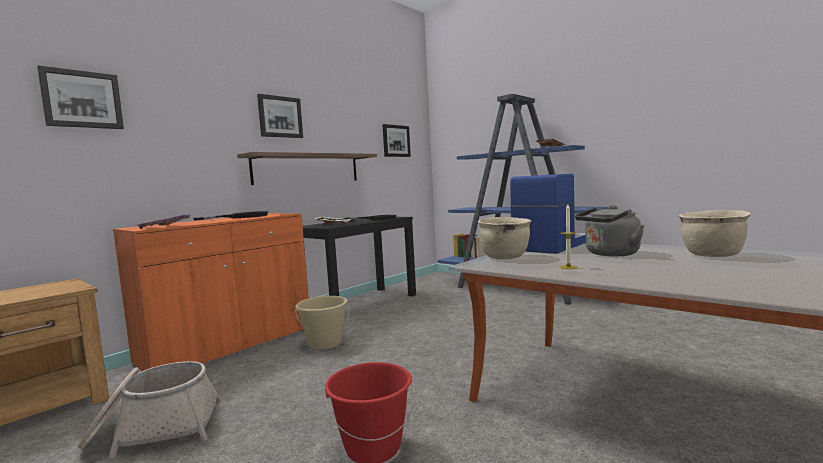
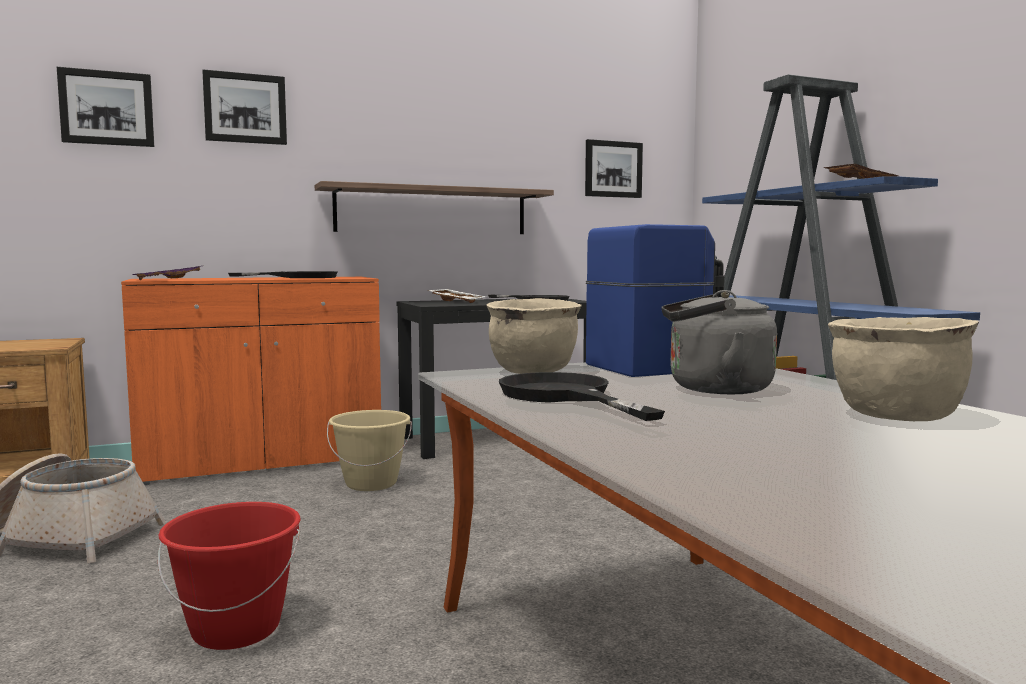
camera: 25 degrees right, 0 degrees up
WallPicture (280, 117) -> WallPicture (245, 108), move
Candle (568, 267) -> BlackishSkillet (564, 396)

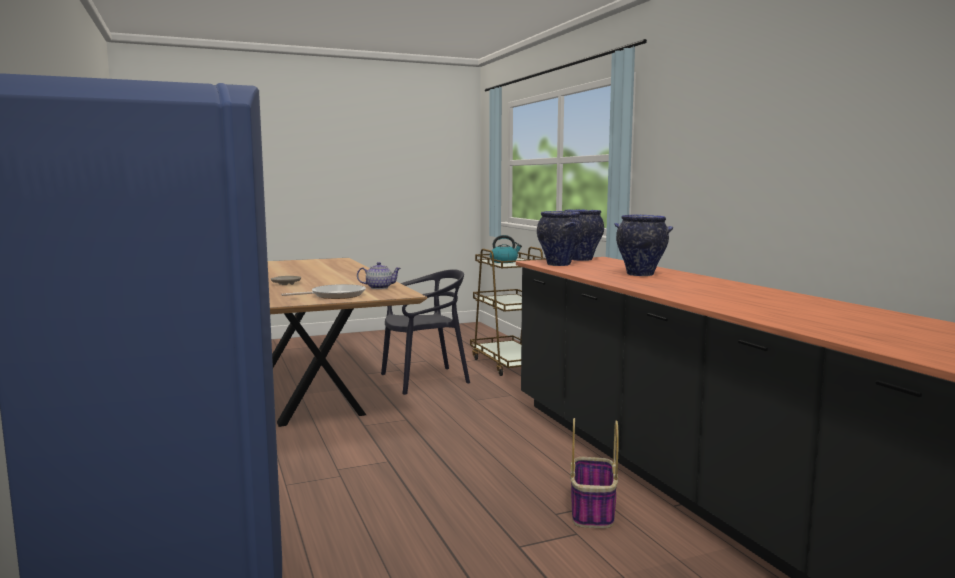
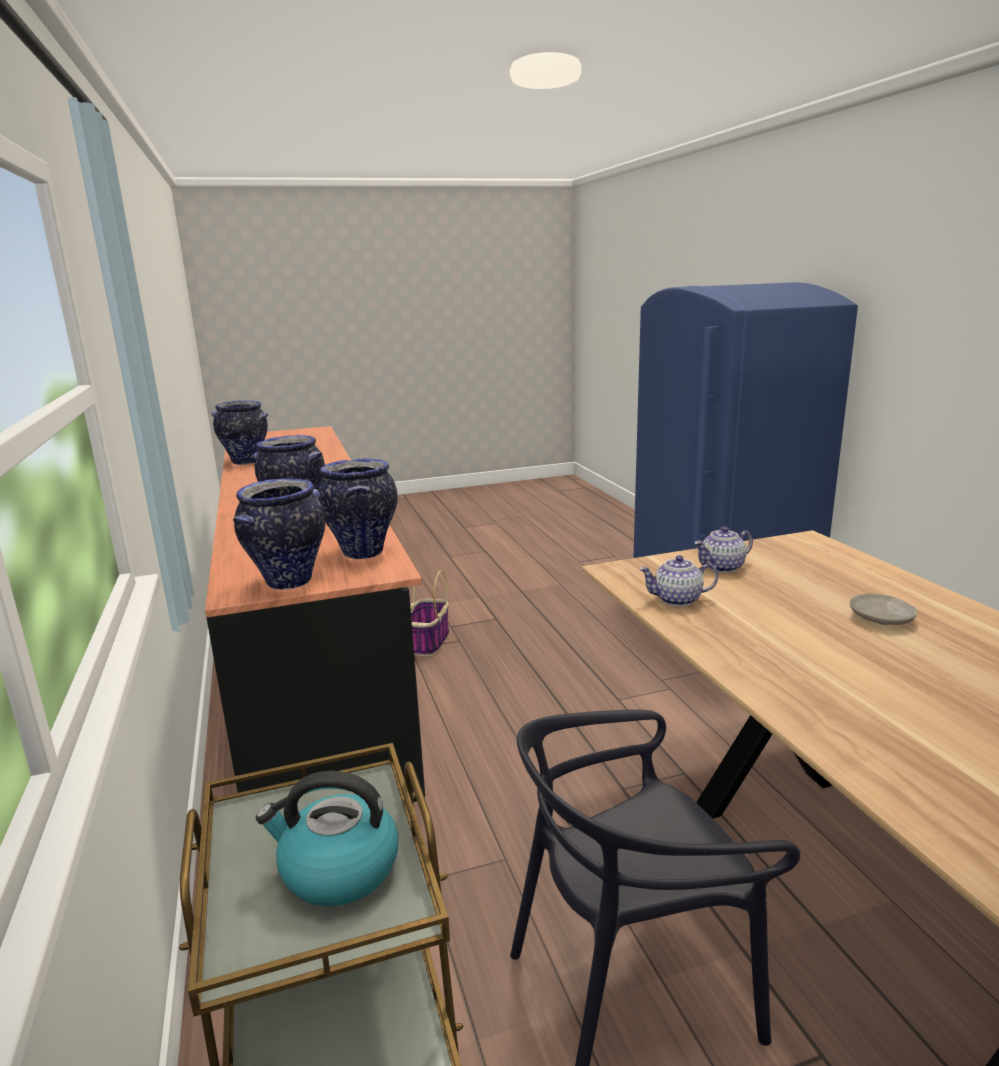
camera: 175 degrees left, 10 degrees up
none -> DecorativeVase (246, 462)
Skillet (335, 295) -> PotForTea (722, 567)

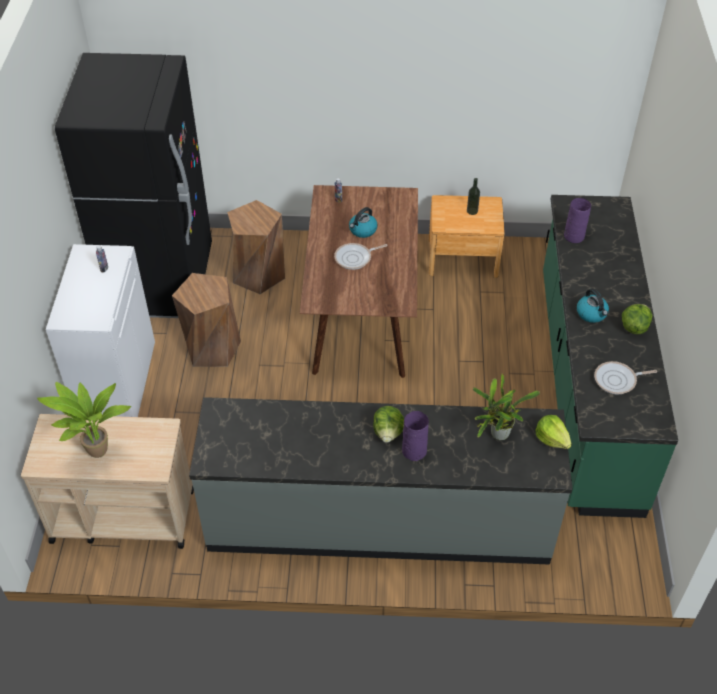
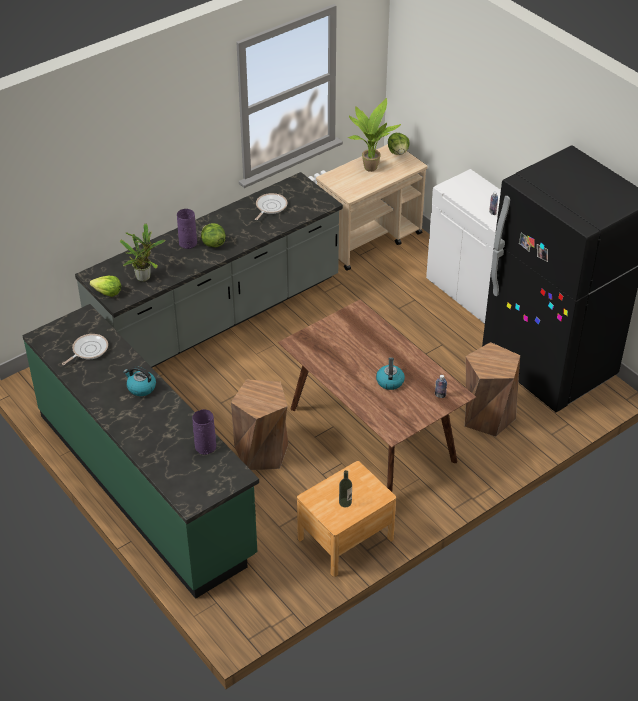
camera: 140 degrees right, 5 degrees down
BrownColouredSittingStool (212, 348) -> BrownColouredSittingStool (262, 452), move
Skillet (355, 258) -> Skillet (270, 207), move
Lettuce (634, 327) -> Lettuce (398, 152), move

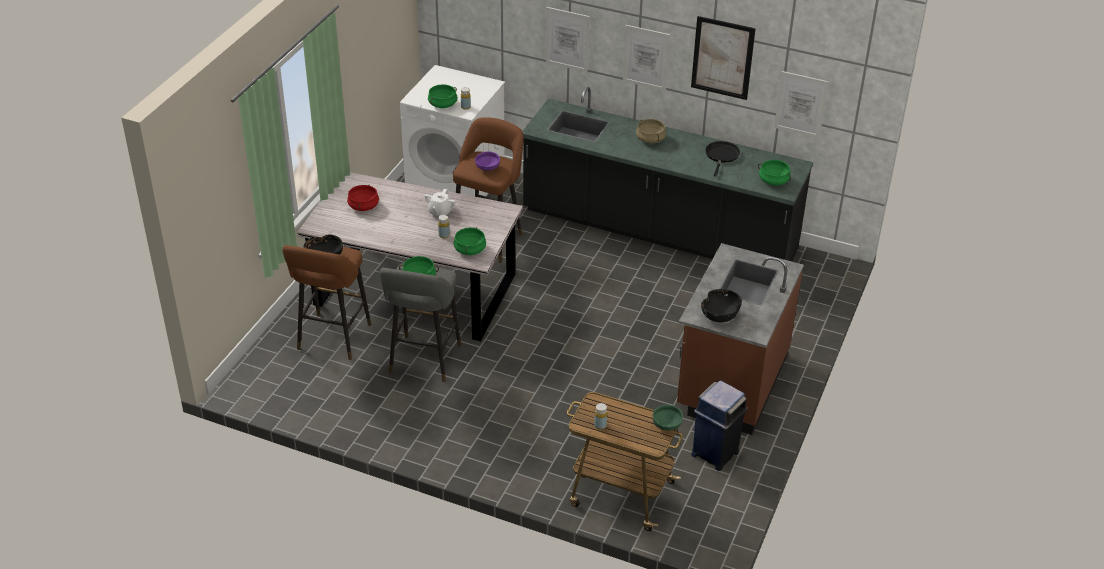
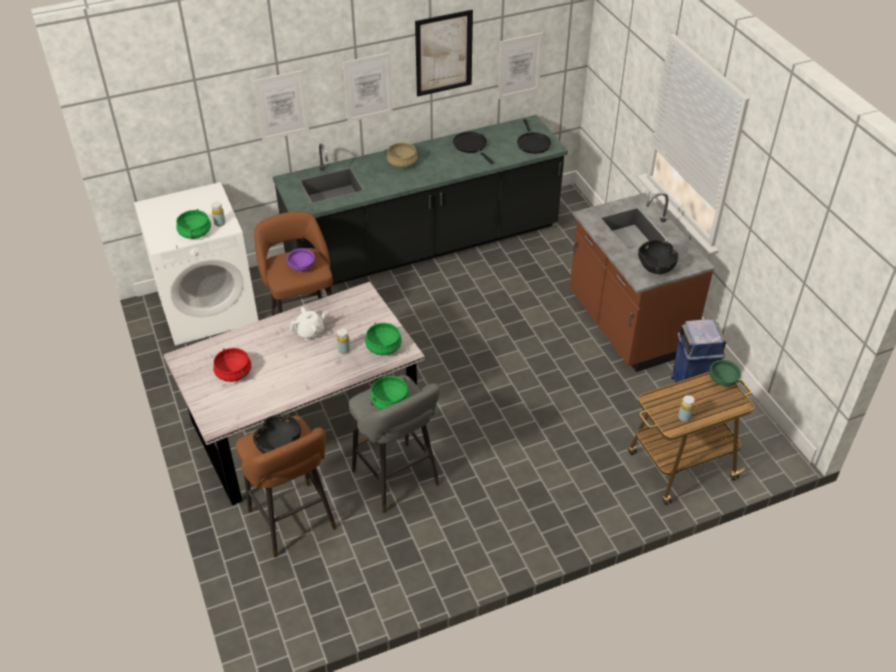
camera: 45 degrees left, 5 degrees up
GreenishSaucepot (773, 181) -> BlackishSkillet (533, 143)
WhitePotForTea (440, 212) -> WhitePotForTea (310, 332), 90 degrees counterclockwise

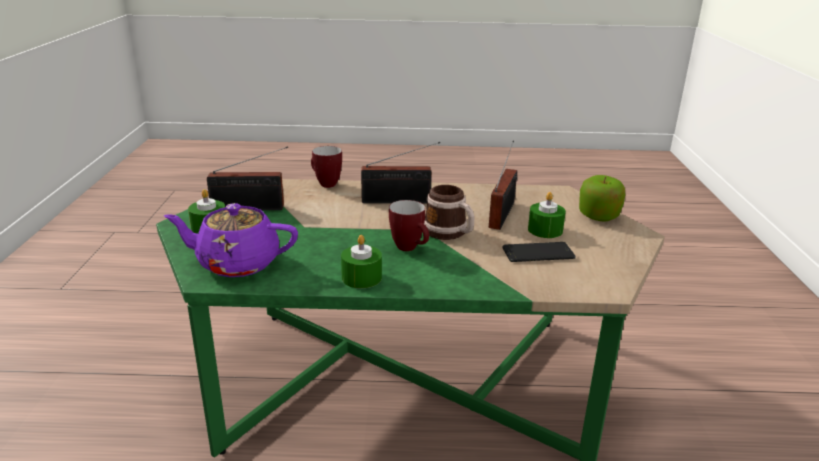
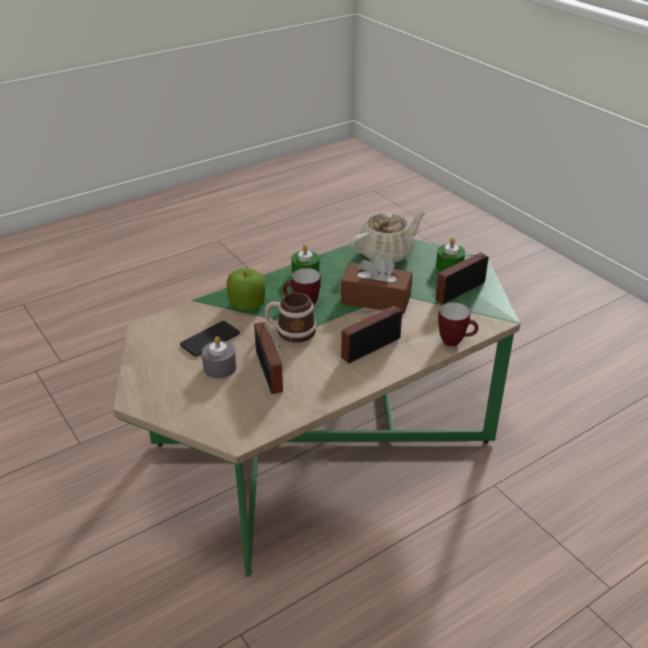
camera: 145 degrees right, 10 degrees up
none -> BrownColouredTissueHolder (376, 299)
AppleFruit (598, 216) -> AppleFruit (247, 303), move
PurpleColouredPotForTea (237, 263) -> BeigeColouredPotForTea (387, 253)
GreenishCandle (545, 230) -> GreyCandle (220, 367)

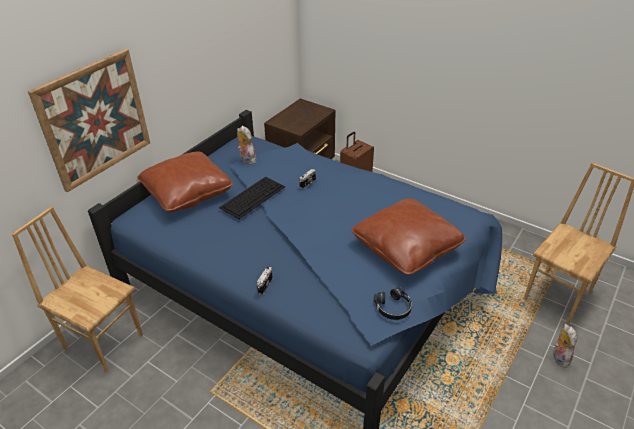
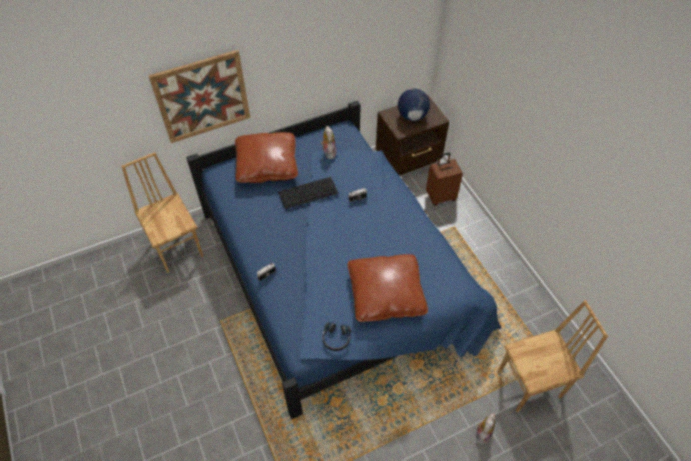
camera: 30 degrees right, 15 degrees up
none -> WorldGlobe (412, 116)

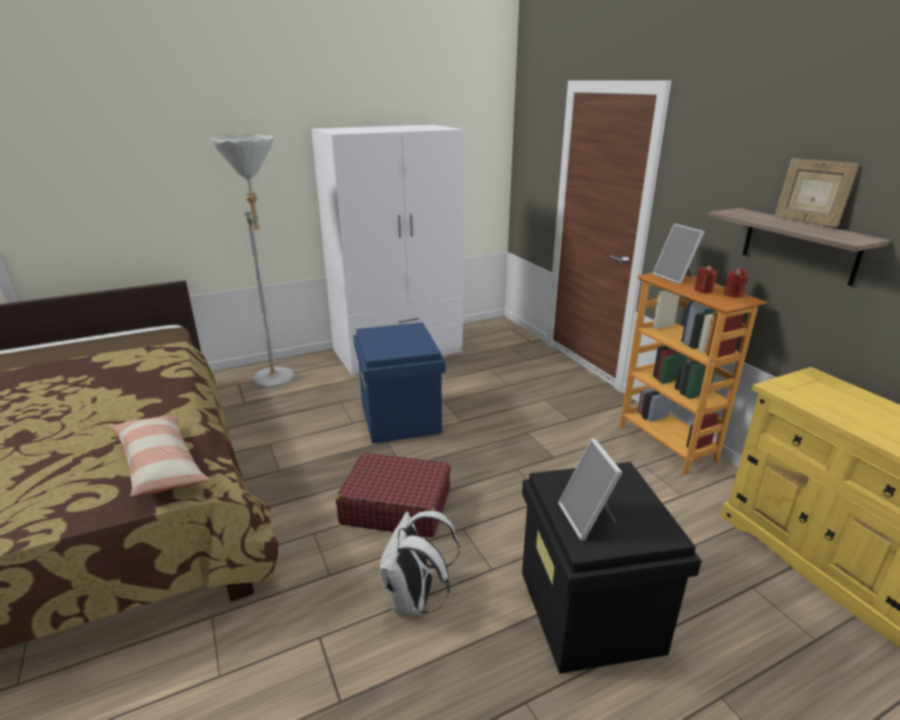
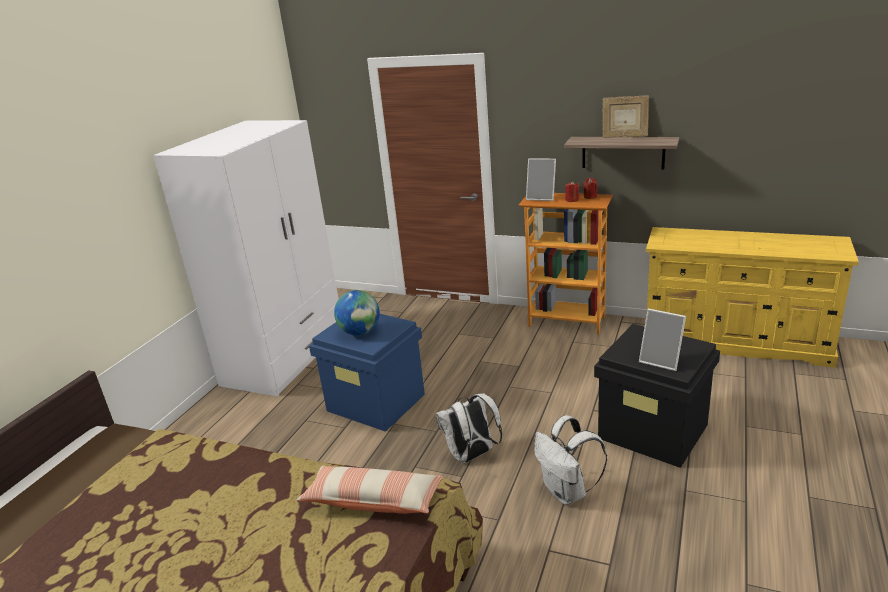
camera: 40 degrees left, 0 degrees up
GreyStandardLamp (278, 382) -> none
none -> WorldGlobe (360, 332)
ReddishSuitcase (396, 506) -> WhiteBackpack (471, 456)

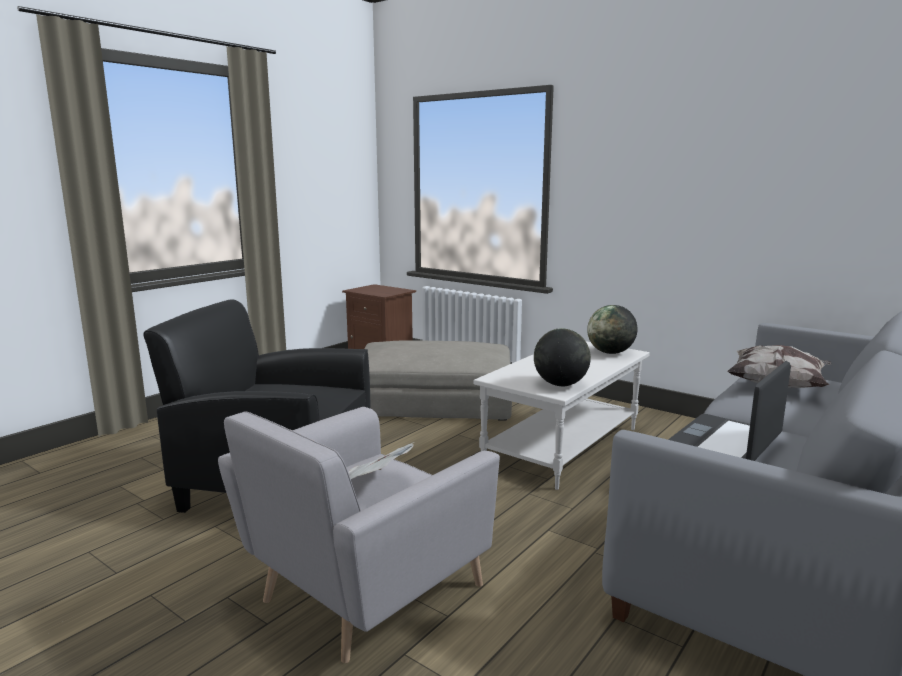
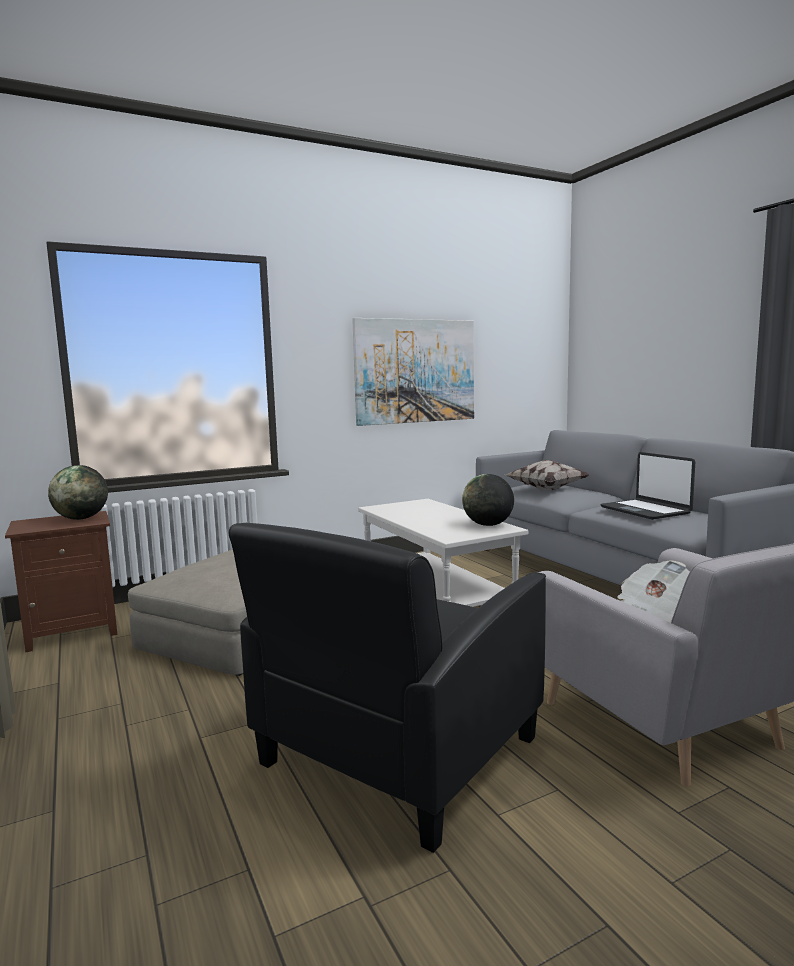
camera: 65 degrees left, 5 degrees down
none -> WallPicture (415, 371)
WorldGlobe (610, 353) -> WorldGlobe (81, 518), move

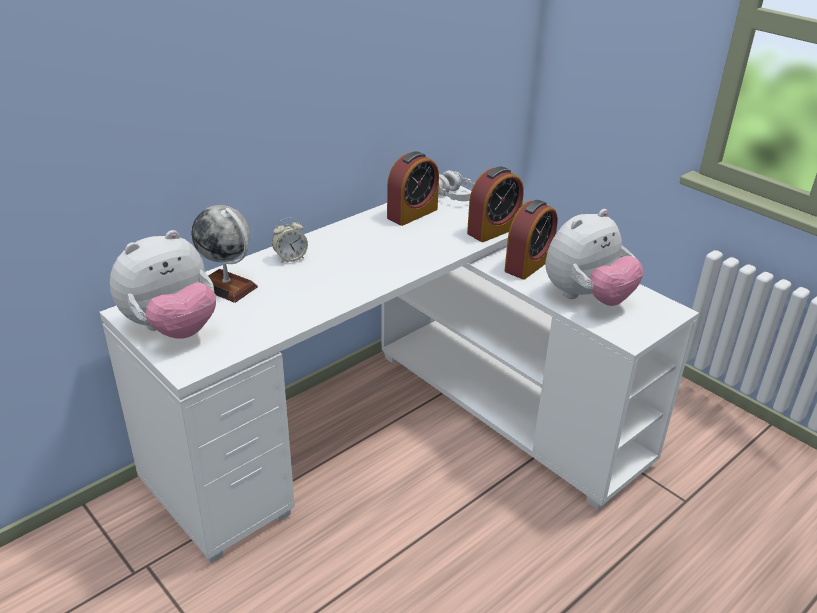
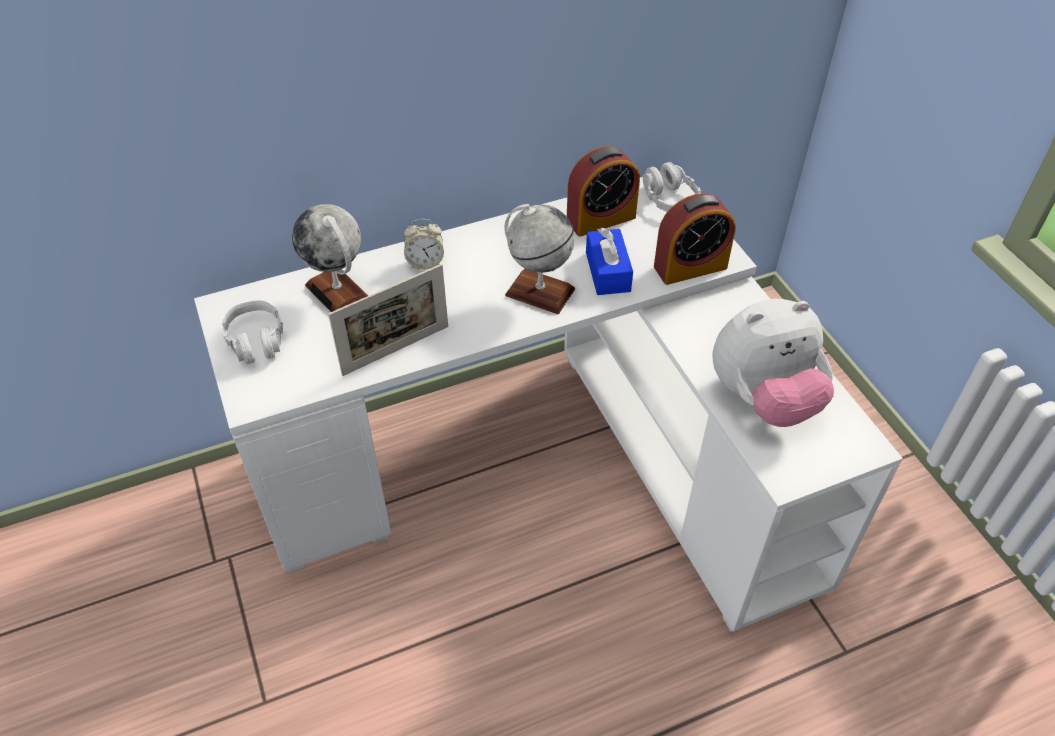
camera: 20 degrees right, 15 degrees up
TableClock (528, 264) -> none
none -> StandingFrame (396, 350)
none -> WorldGlobe (539, 292)
none -> BlueColouredTissueHolder (607, 272)
PlushToy (172, 329) -> GreyHeadphones (256, 341)

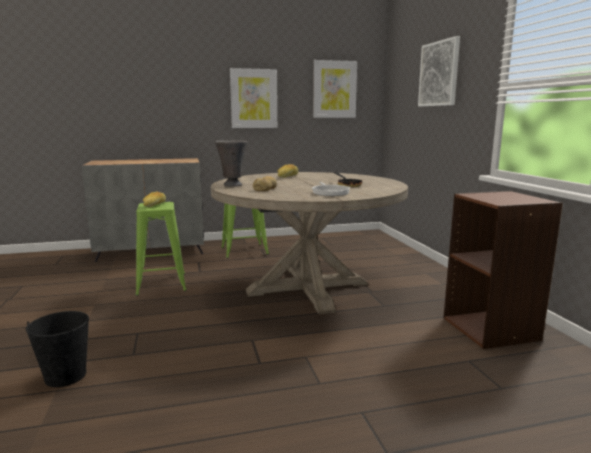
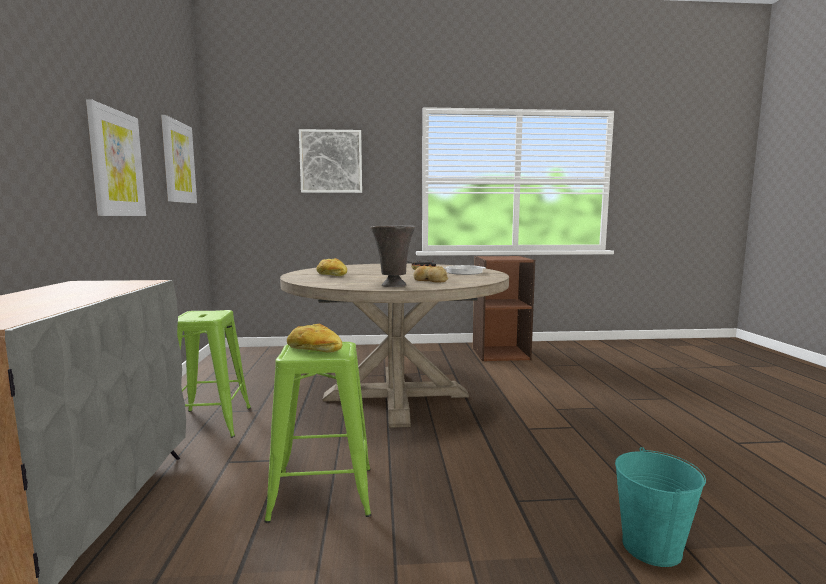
camera: 80 degrees left, 5 degrees down
BlackishWaterBucket (65, 375) -> TurquoiseWaterBucket (651, 547)

